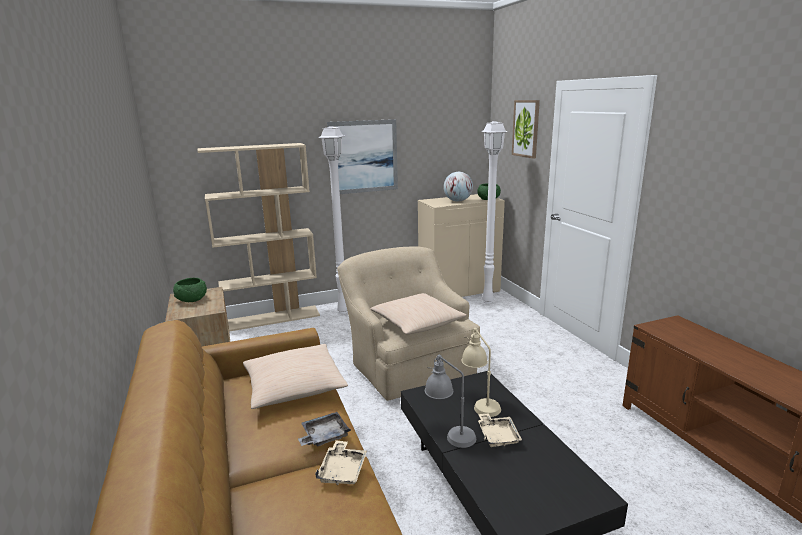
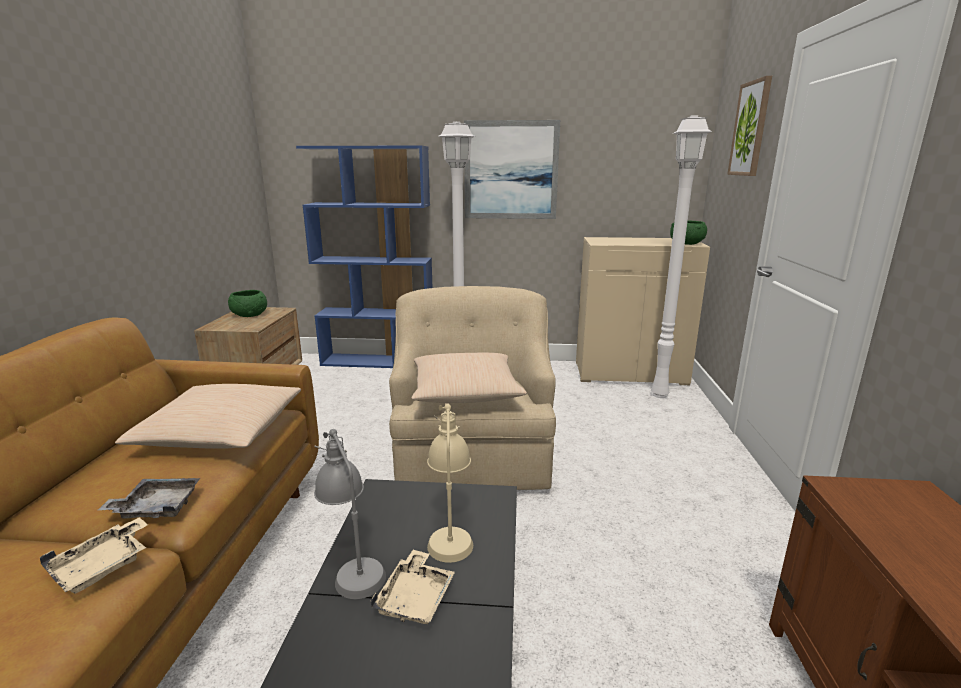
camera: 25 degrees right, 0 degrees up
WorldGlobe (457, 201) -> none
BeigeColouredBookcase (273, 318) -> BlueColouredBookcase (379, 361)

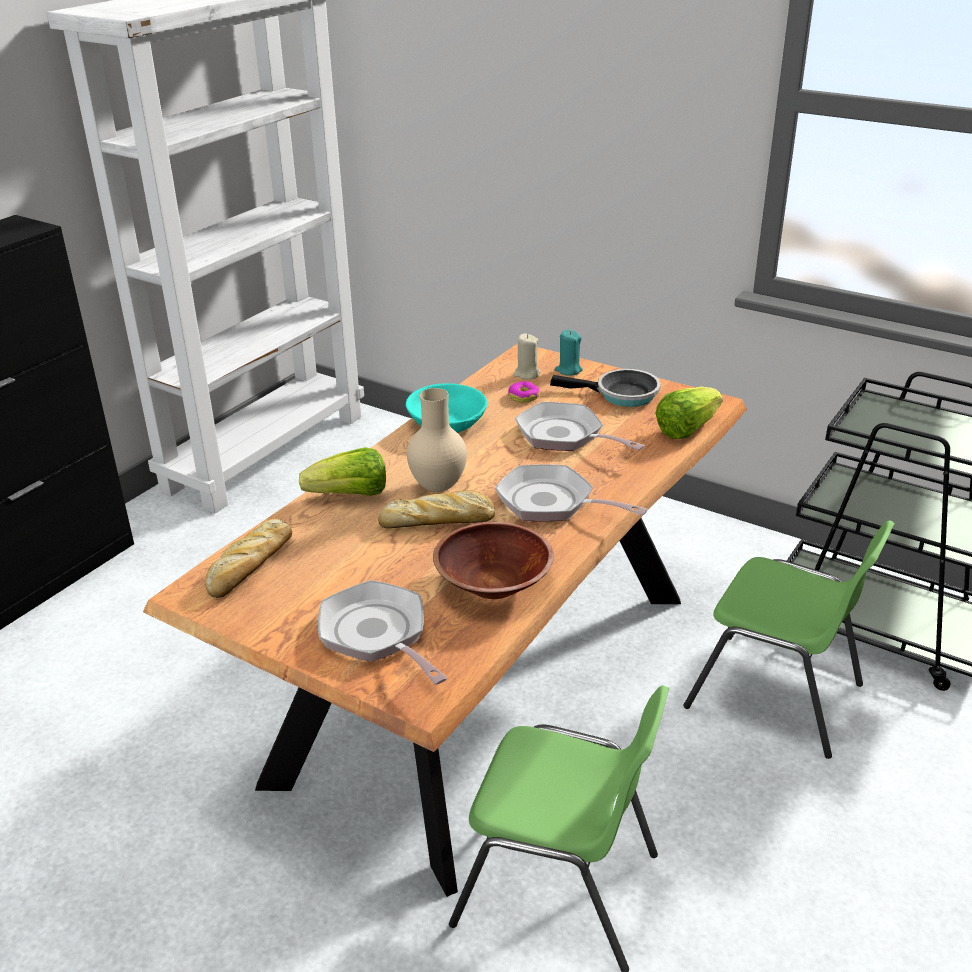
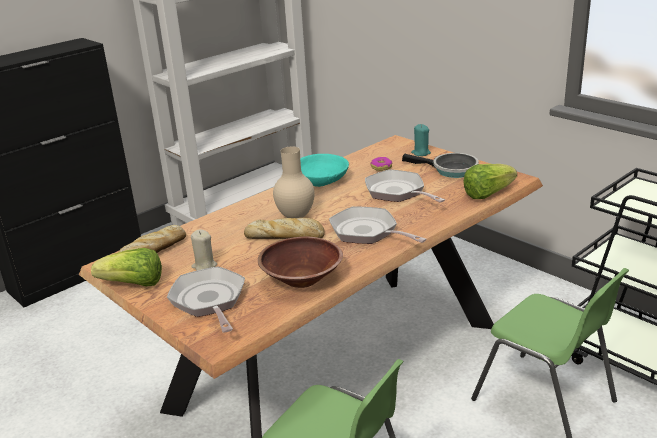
camera: 15 degrees right, 5 degrees down
Lettuce (350, 495) -> Lettuce (133, 284), move
BeigeColouredCandle (526, 374) -> BeigeColouredCandle (204, 266), move

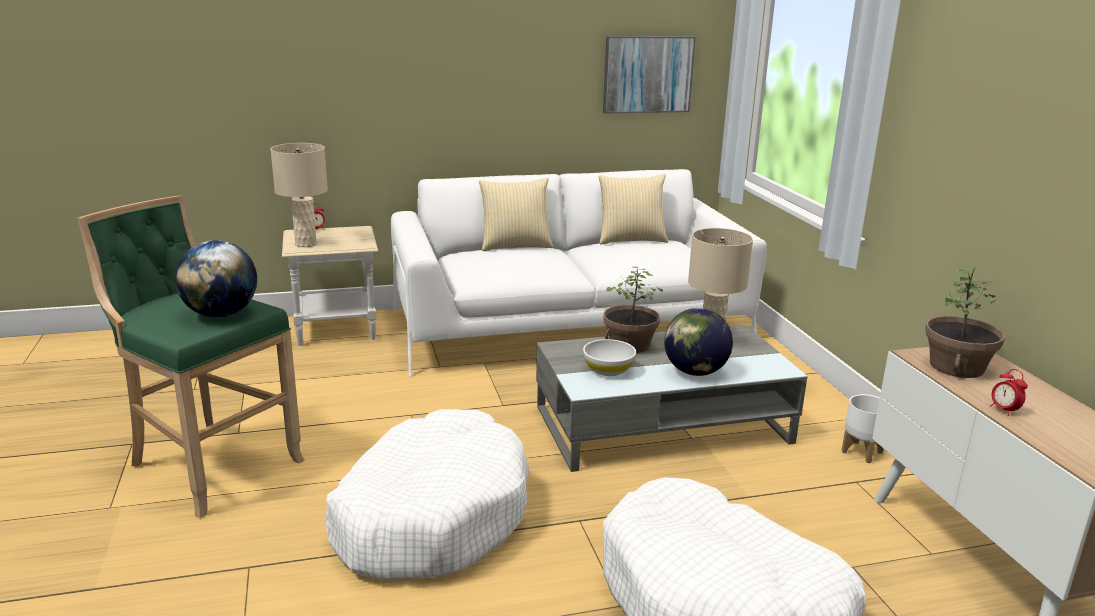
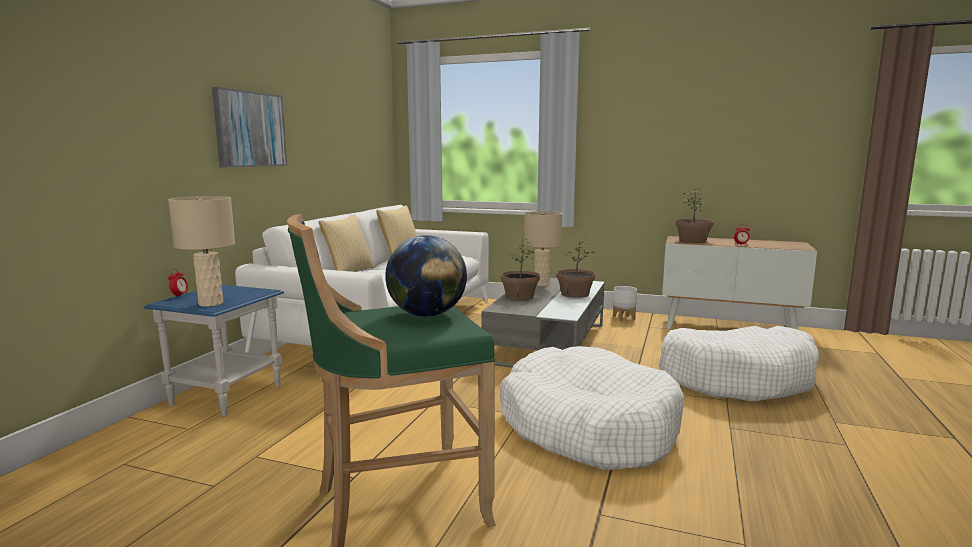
camera: 55 degrees left, 10 degrees down
WhiteBowl (608, 370) -> none
WallPicture (647, 74) -> WallPicture (250, 129), move
WorldGlobe (695, 372) -> Houseplant (574, 294)
BeigeColouredAccentTable (337, 329) -> BlueColouredAccentTable (227, 394)

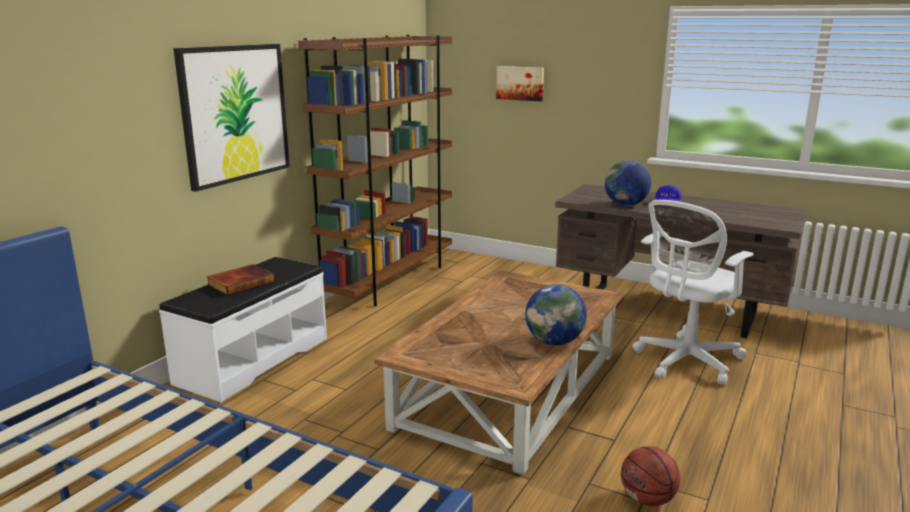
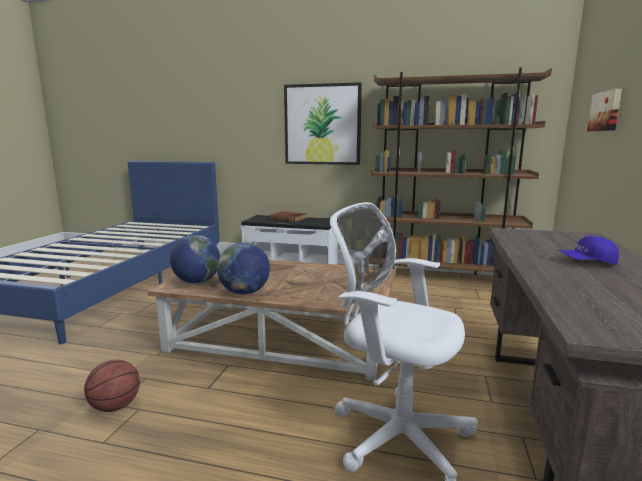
camera: 75 degrees right, 5 degrees down
WorldGlobe (626, 205) -> WorldGlobe (197, 282), move

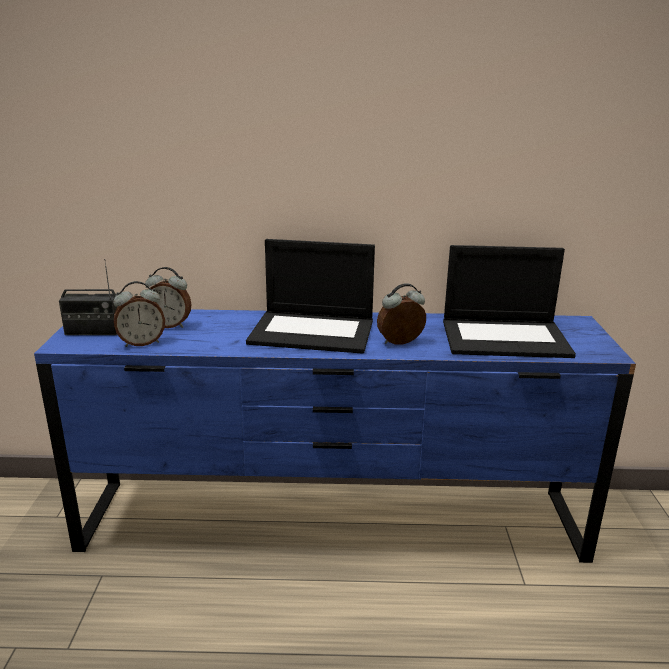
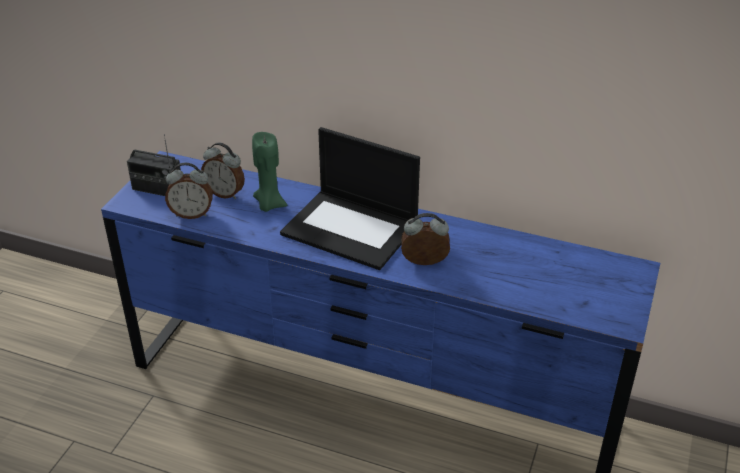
camera: 20 degrees right, 15 degrees up
Laptop (506, 338) -> none
none -> GreenishCandle (269, 205)

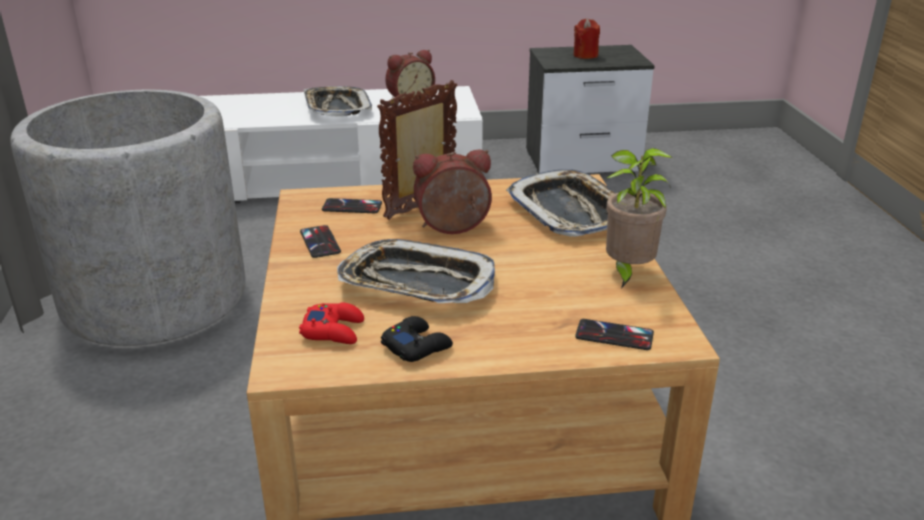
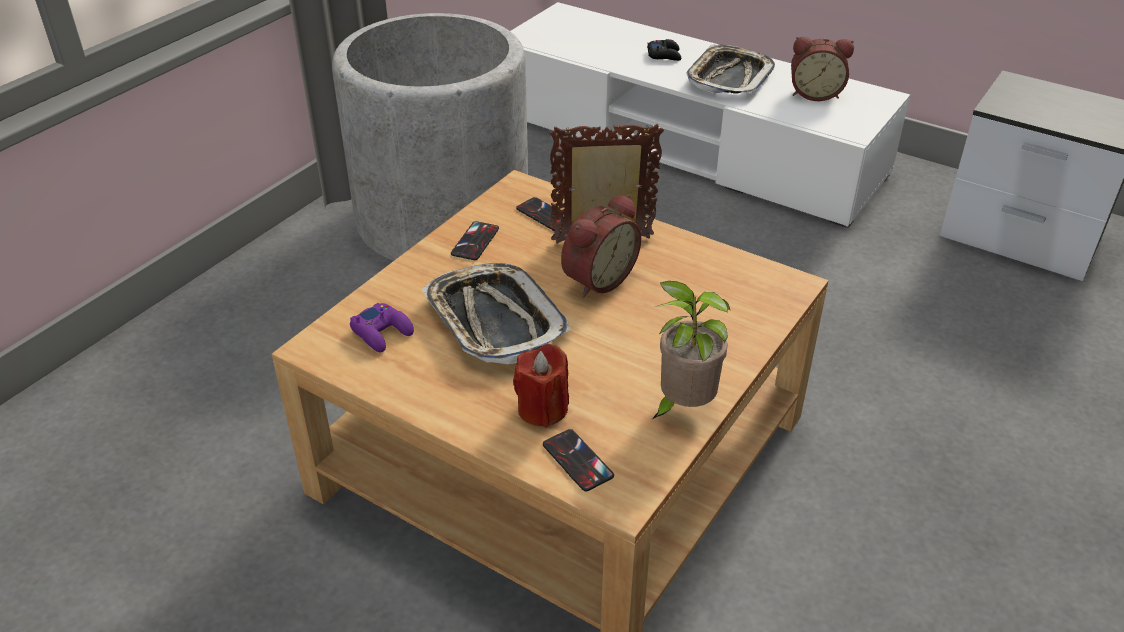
camera: 40 degrees right, 10 degrees up
CarryingTray (570, 211) -> none
BlackishGameController (416, 346) -> BlackishGameController (664, 55), move
ReddishCandle (585, 55) -> ReddishCandle (542, 409), move
ReddishGameController (333, 330) -> PurpleColouredGameController (382, 332)
TableClock (453, 228) -> TableClock (596, 279), 105 degrees clockwise

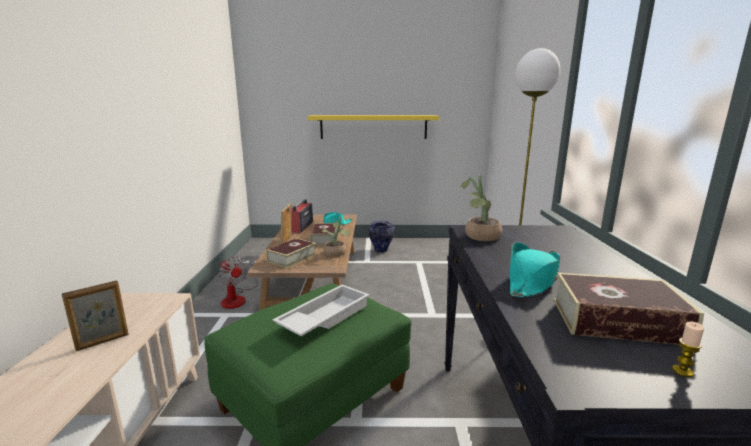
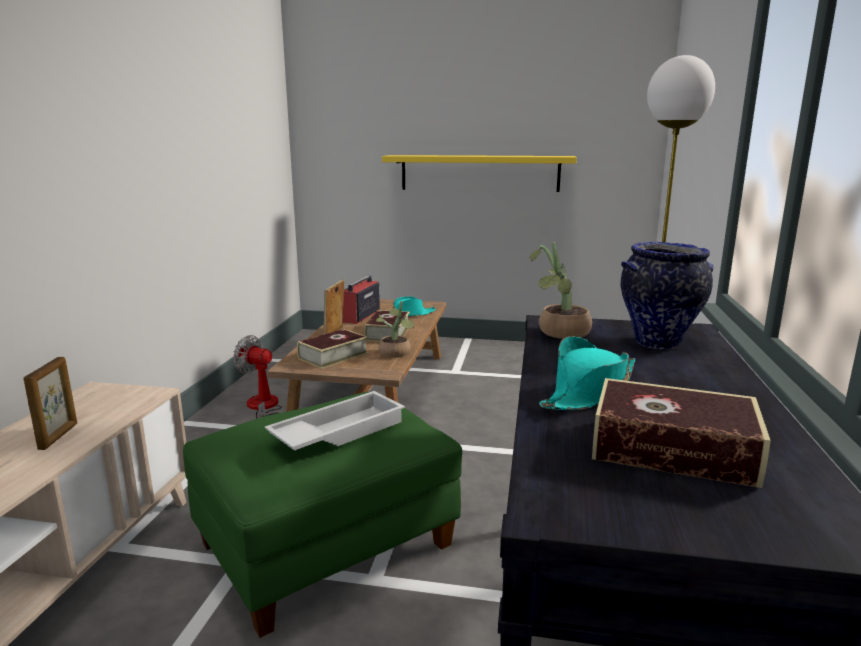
camera: 10 degrees right, 0 degrees up
Candle (682, 371) -> none
DecorativeVase (381, 250) -> DecorativeVase (658, 342), move
StandingFrame (103, 342) -> StandingFrame (59, 436), 60 degrees counterclockwise
ElectricFan (237, 298) -> ElectricFan (262, 408), 150 degrees clockwise

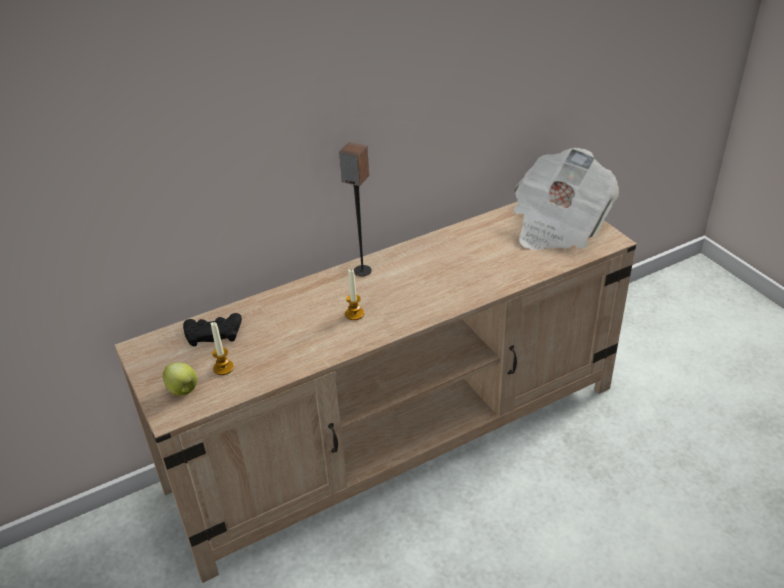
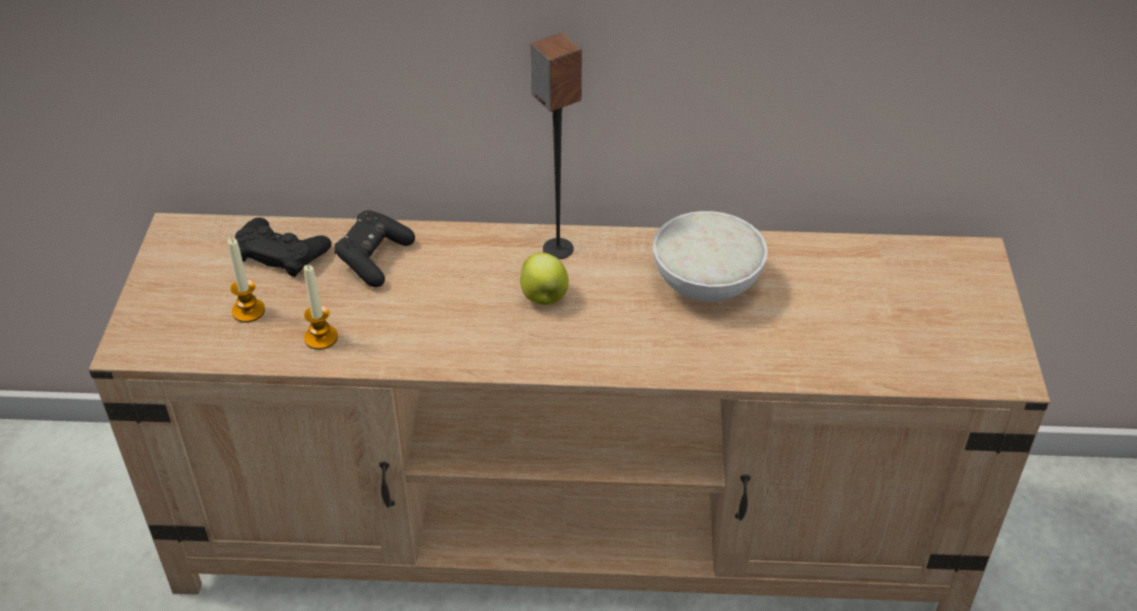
camera: 30 degrees right, 5 degrees up
DailyPaper (558, 225) -> none
none -> BlackishGameController (374, 259)
none -> WhiteBowl (704, 283)
AppleFruit (183, 390) -> AppleFruit (544, 297), move
Candle (354, 314) -> Candle (321, 338), move

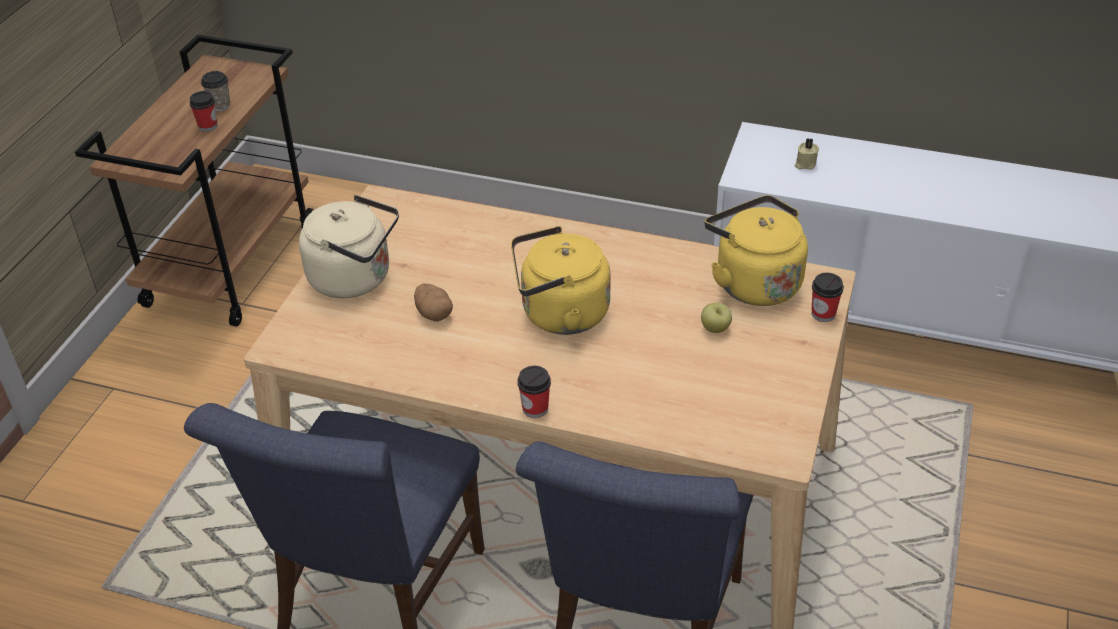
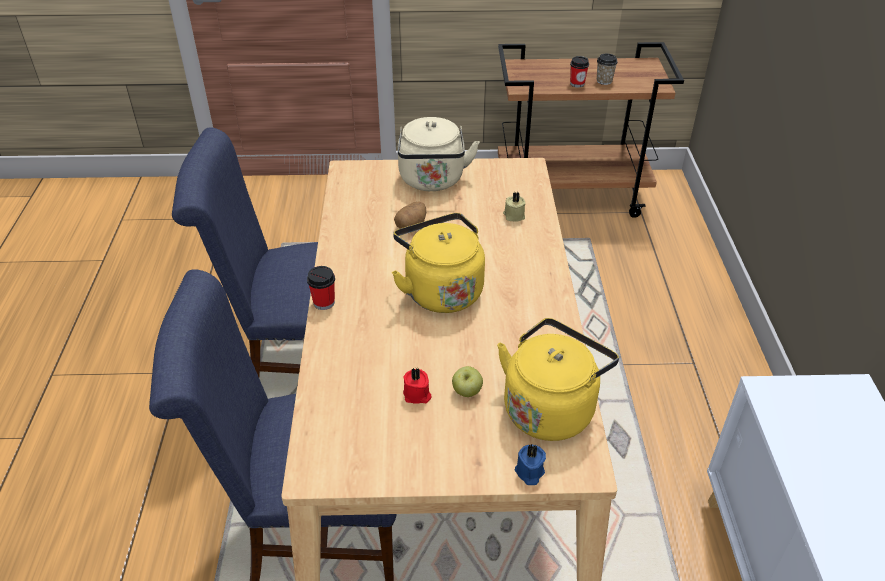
camera: 70 degrees right, 0 degrees up
none -> ReddishCandle (417, 395)
BeigeColouredCandle (805, 164) -> BeigeColouredCandle (513, 215), move
DrinkingCup (823, 314) -> BlueColouredCandle (529, 472)

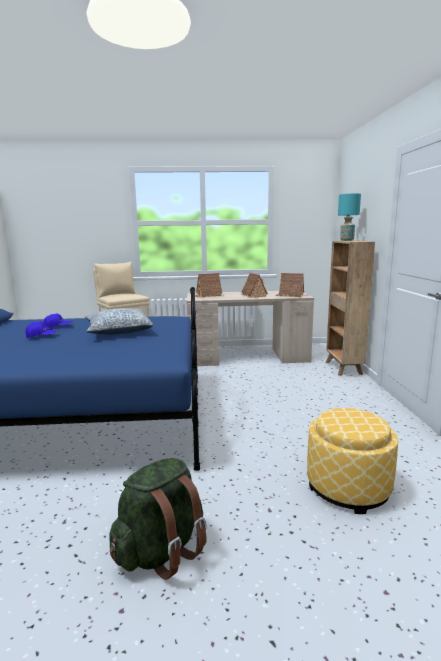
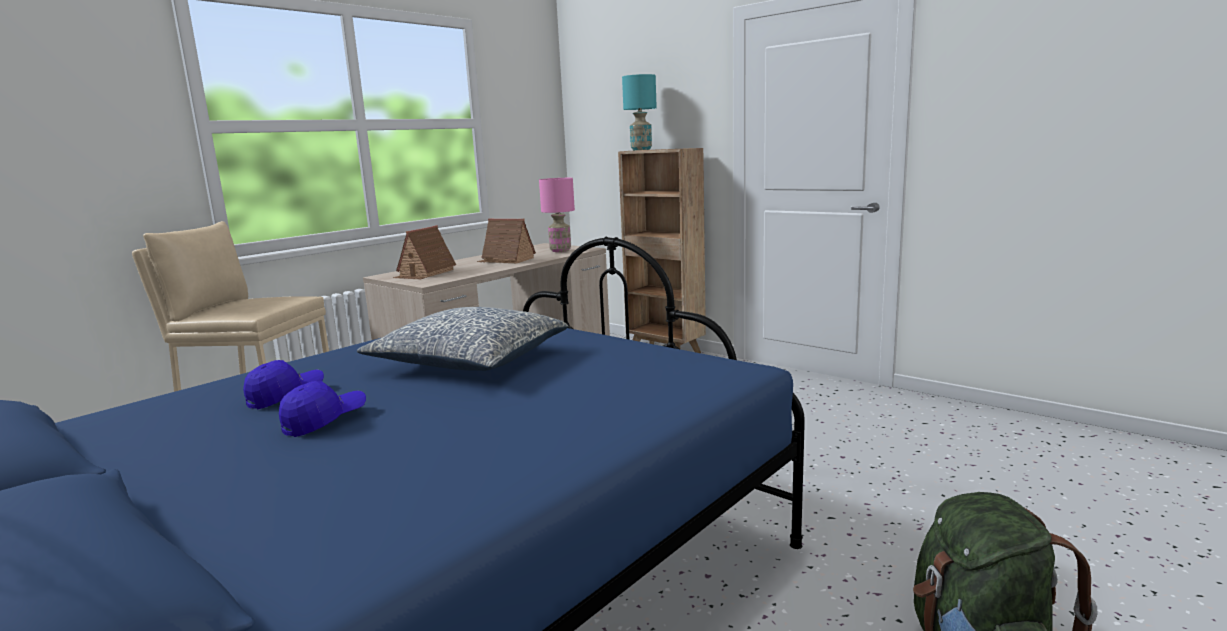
camera: 45 degrees left, 0 degrees up
Footrest (348, 487) -> none
ToyHouse (289, 295) -> PinkColouredLampForATable (560, 251)

